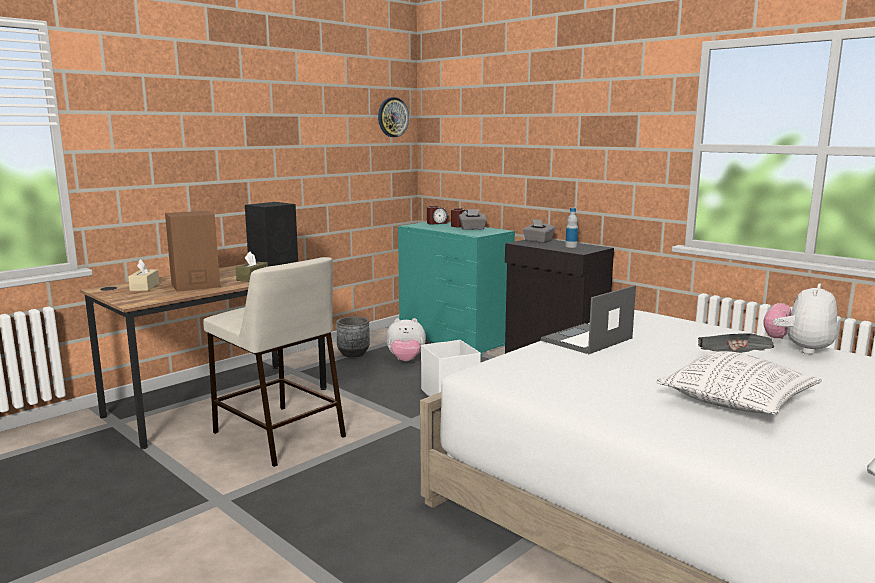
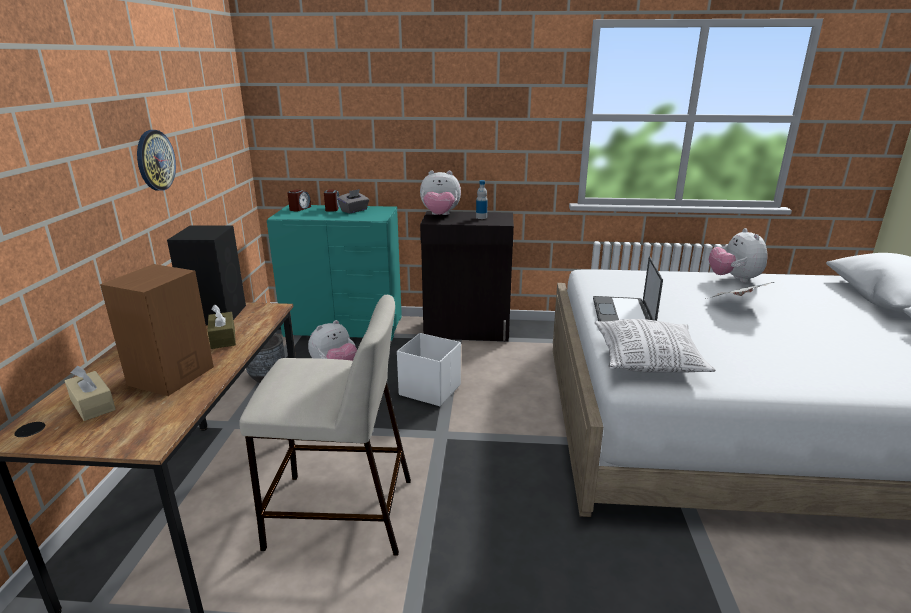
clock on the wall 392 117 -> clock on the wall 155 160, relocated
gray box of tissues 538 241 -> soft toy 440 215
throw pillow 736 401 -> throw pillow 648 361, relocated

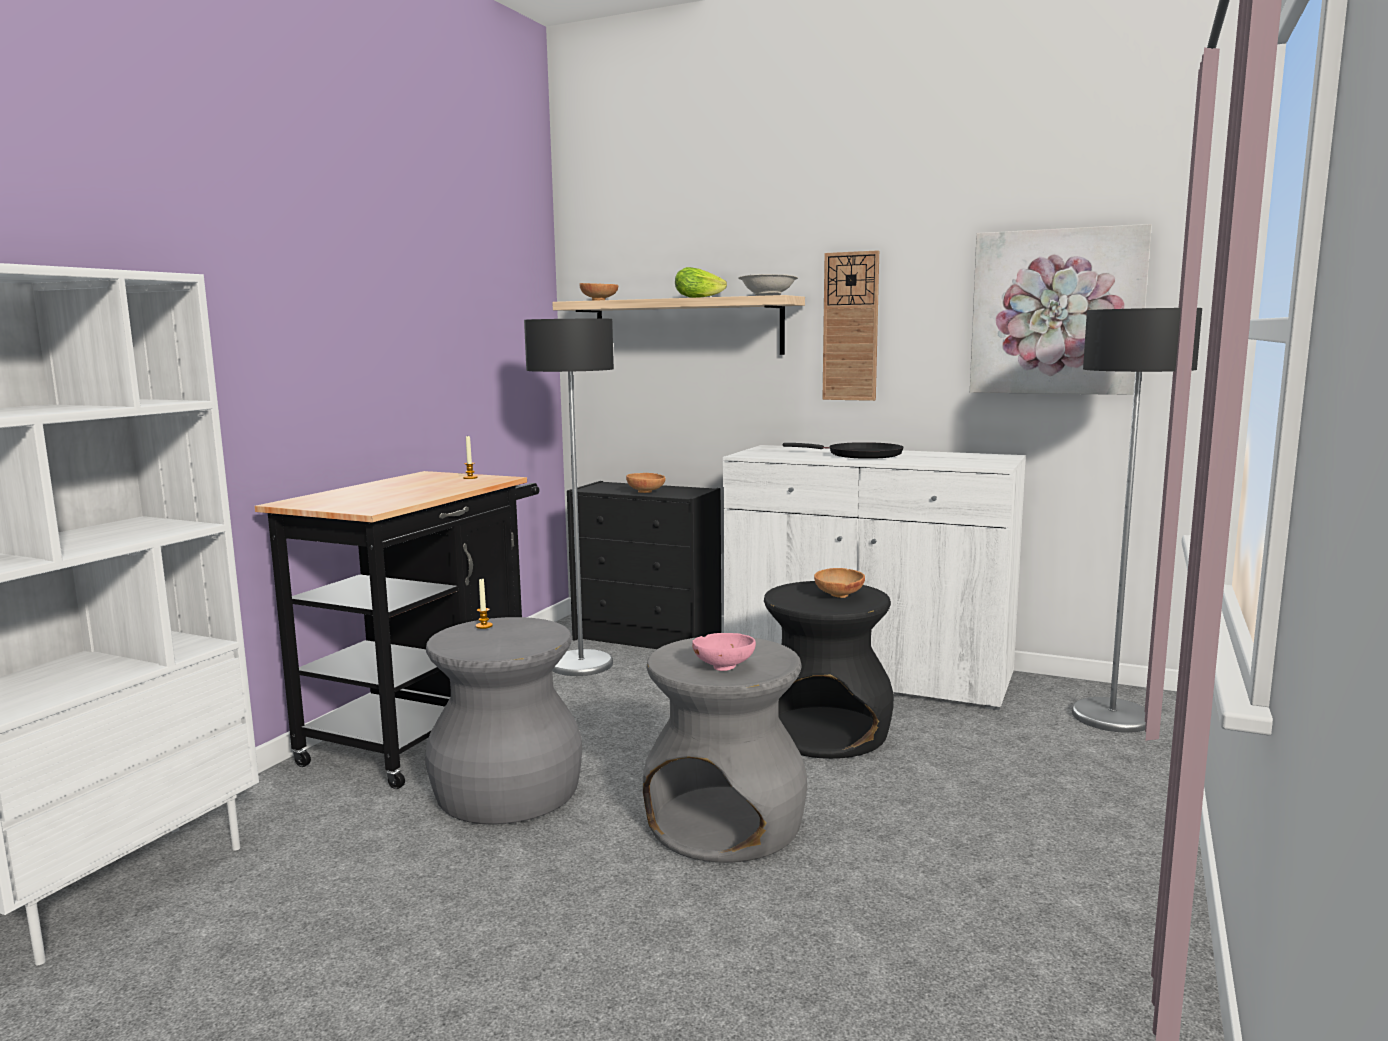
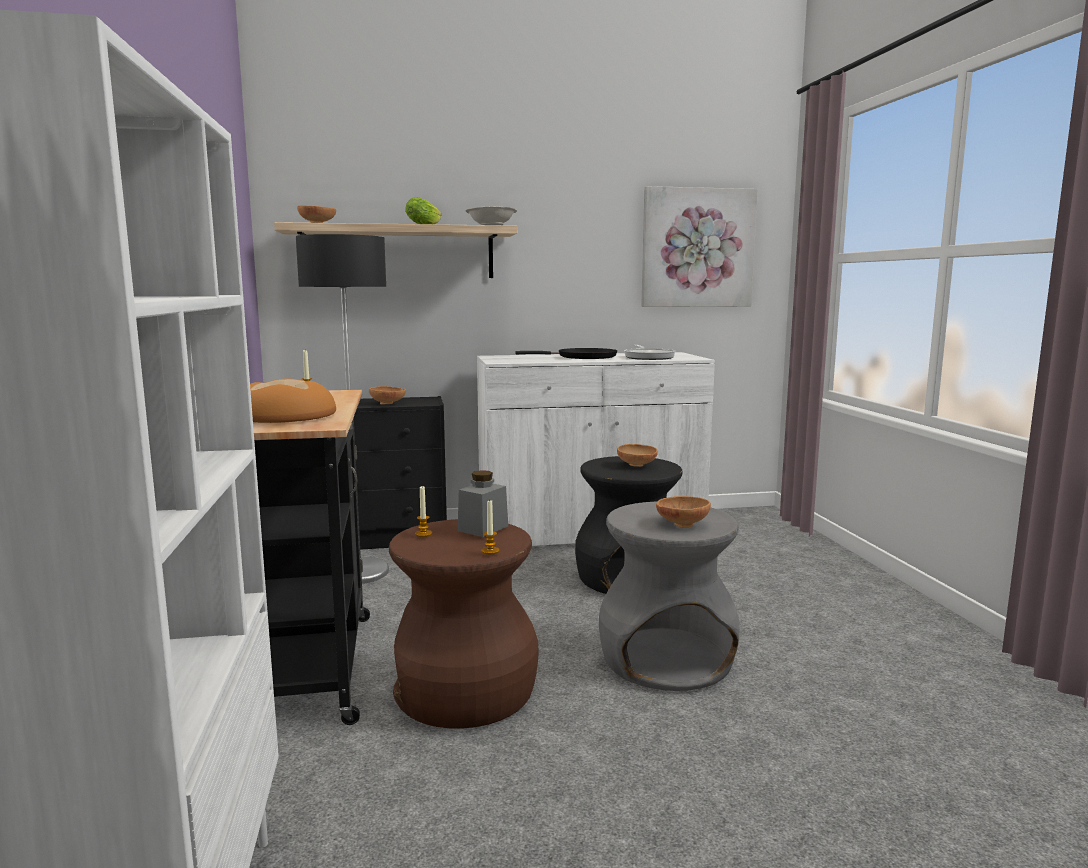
clock on the wall 850 327 -> none
standard lamp 1112 717 -> none
gray stool 508 793 -> brown stool 466 692
pink serving bowl 724 666 -> brown serving bowl 681 524
none -> pan 648 357
none -> baked bread 283 416
none -> gray jar 483 528
none -> wax light 490 551

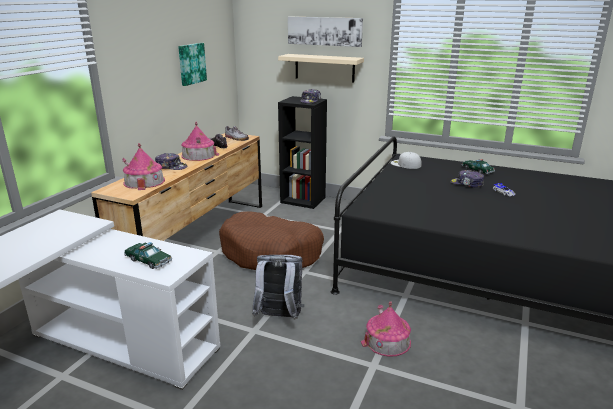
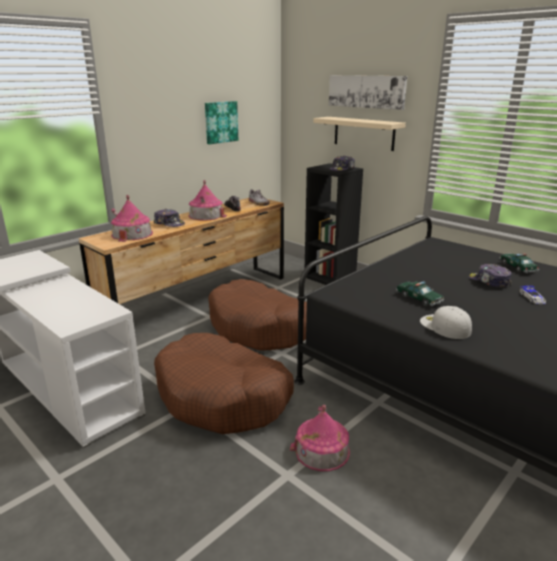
white-coloured peaked cap 405 164 -> white-coloured peaked cap 444 326, relocated
miniature car 148 261 -> miniature car 419 298, relocated
gray knapsack 279 317 -> brown dog cushion 223 396

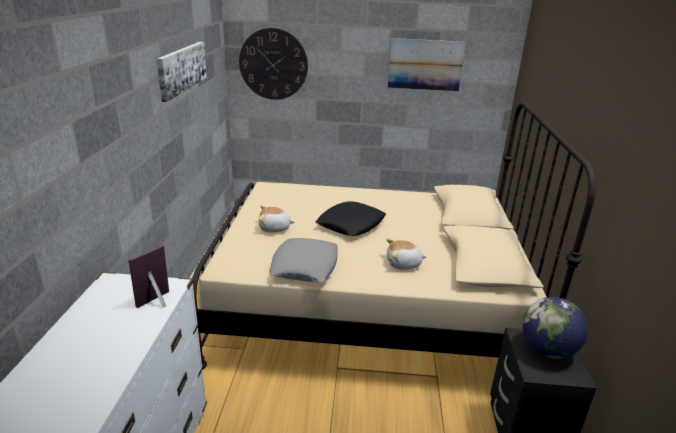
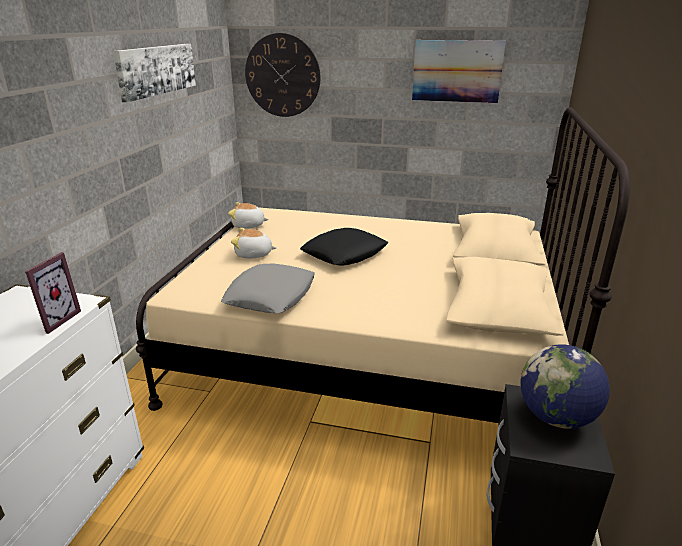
soft toy 403 264 -> soft toy 248 226, relocated
picture frame 158 303 -> picture frame 54 320, 150 degrees clockwise

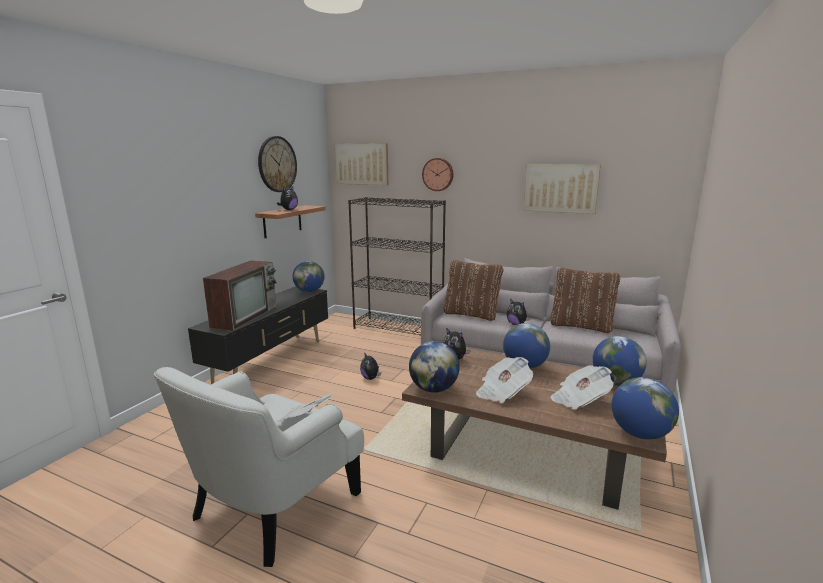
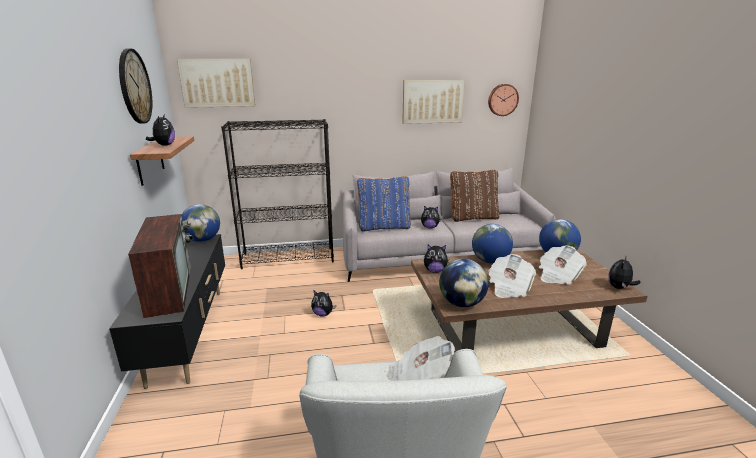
clock on the wall 438 174 -> clock on the wall 502 100, relocated
brown throw pillow 471 314 -> bluish throw pillow 384 227
world globe 640 434 -> soft toy 619 287

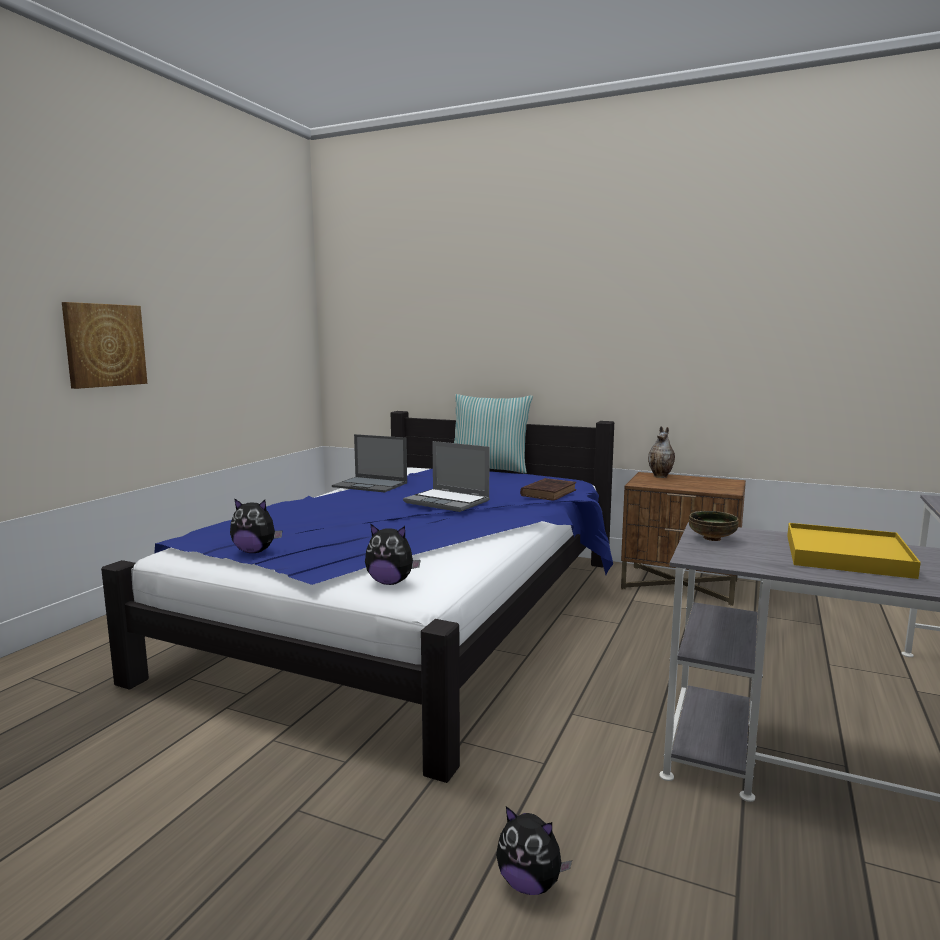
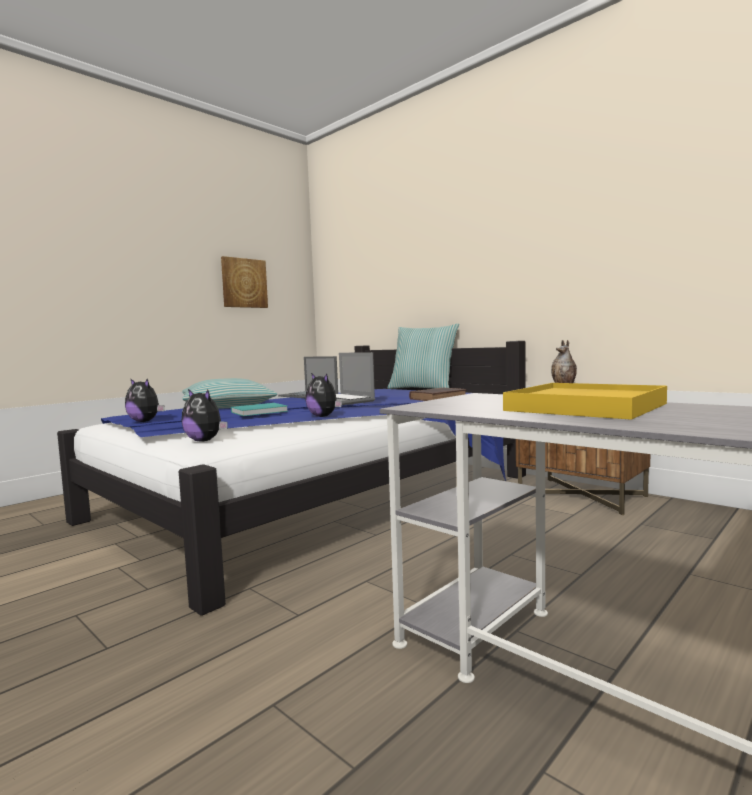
wall picture 104 345 -> wall picture 244 283, relocated
serving bowl 712 539 -> none
soft toy 530 883 -> soft toy 323 416, relocated
none -> throw pillow 227 406
none -> turquoise-coloured bound book 261 411

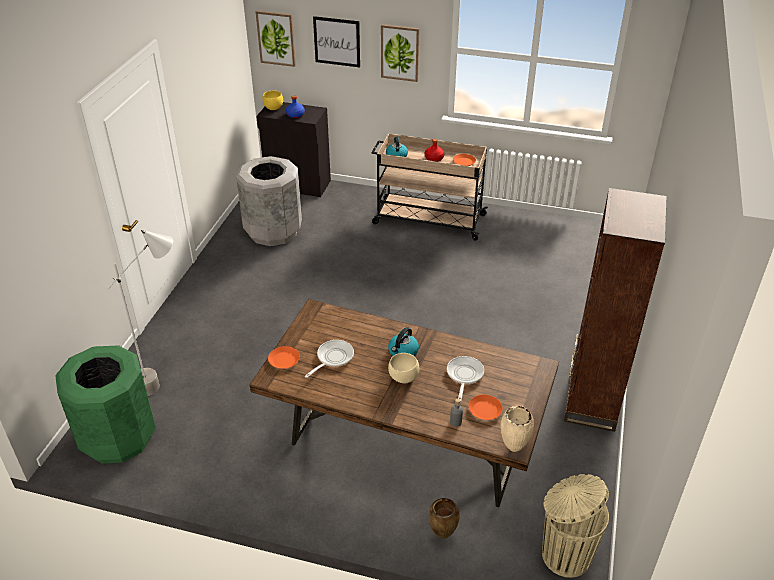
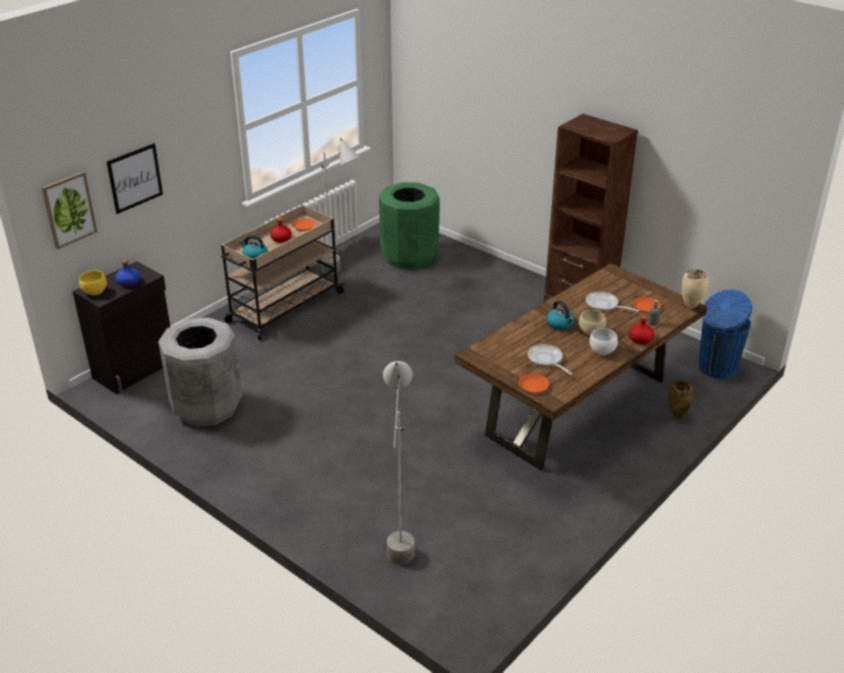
wall picture 400 52 -> none
green rubbish bin 118 438 -> green rubbish bin 409 257, relocated
beige rubbish bin 564 554 -> bluish rubbish bin 716 367
none -> gray standard lamp 342 275
none -> reddish drink bottle 640 339
none -> white-coloured serving bowl 602 352

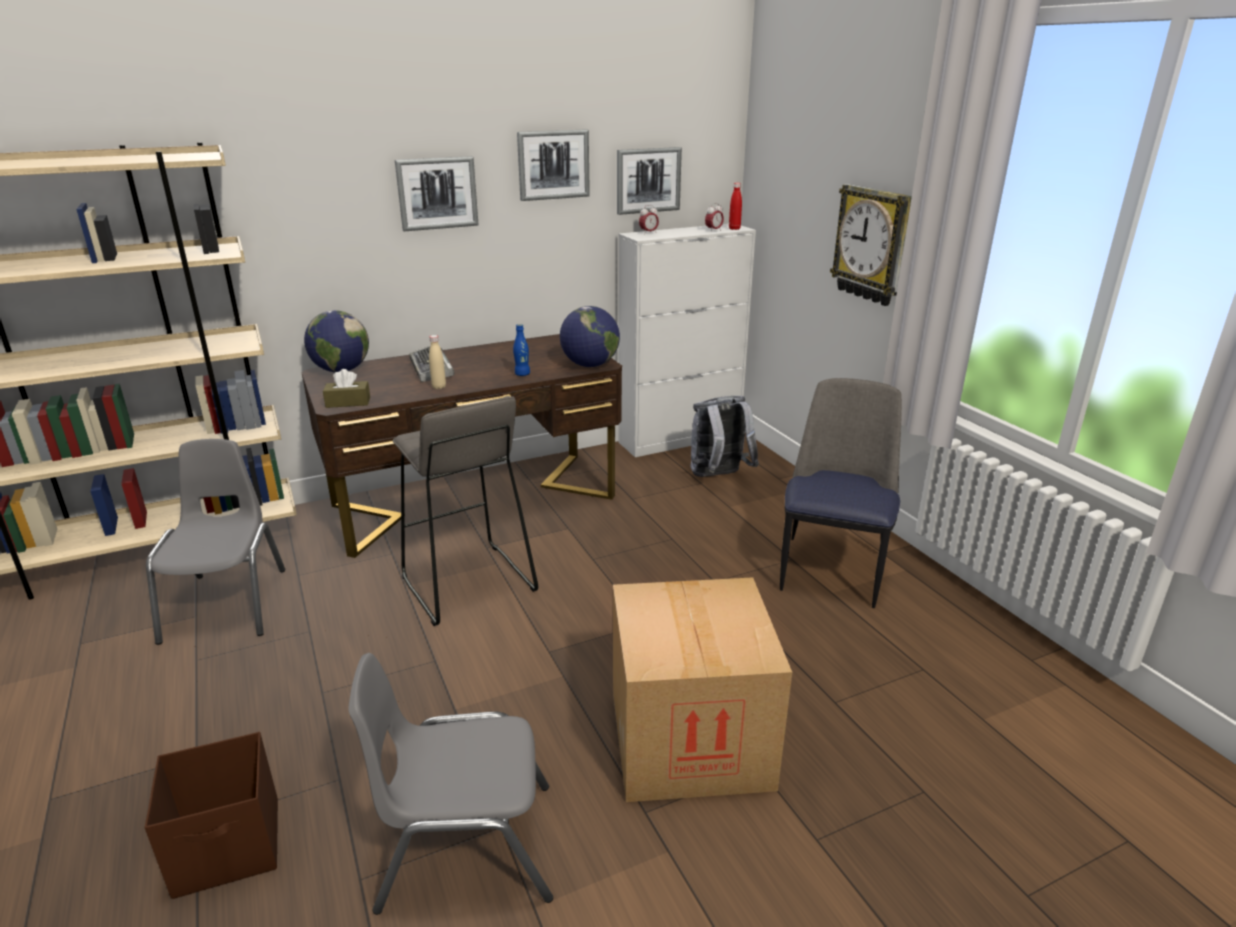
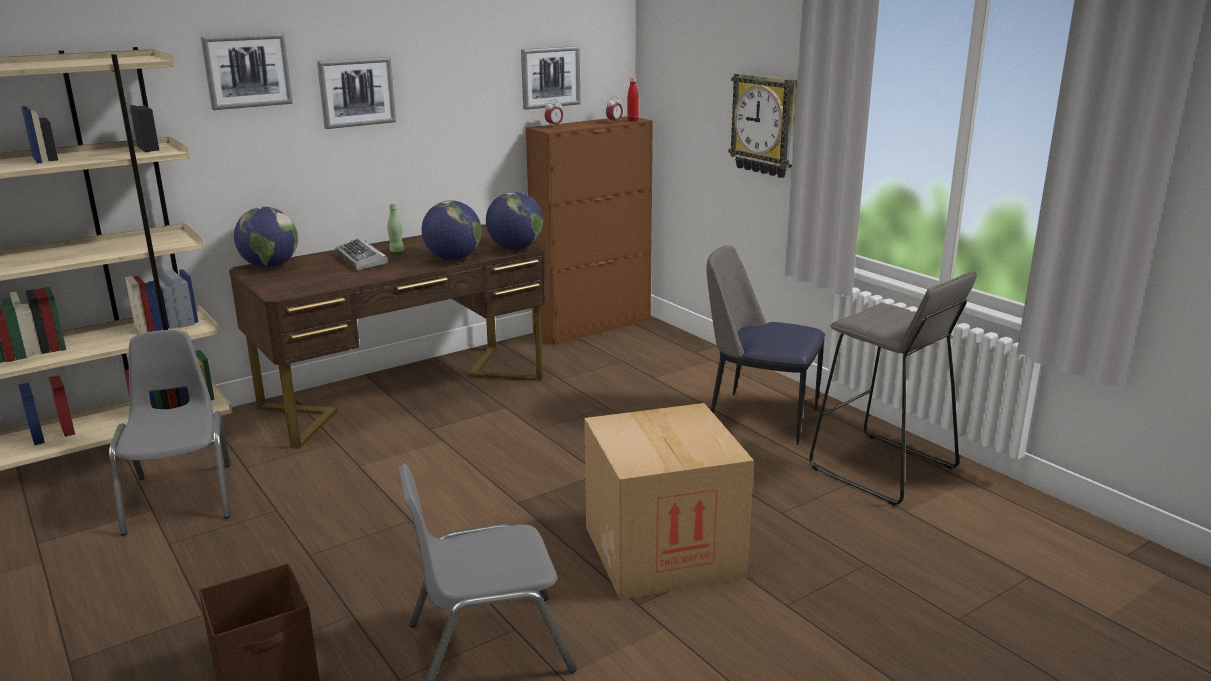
wall picture 553 164 -> wall picture 247 71, relocated
white-coloured cabinet 681 439 -> brown cabinet 593 326
bluish drink bottle 522 374 -> world globe 453 259
beige drink bottle 439 387 -> none
brown box of tissues 348 402 -> none
upright chair 832 569 -> upright chair 759 418, 75 degrees counterclockwise
gray stool 467 584 -> gray stool 882 469, relocated
gray knapsack 718 476 -> none
none -> green drink bottle 396 251

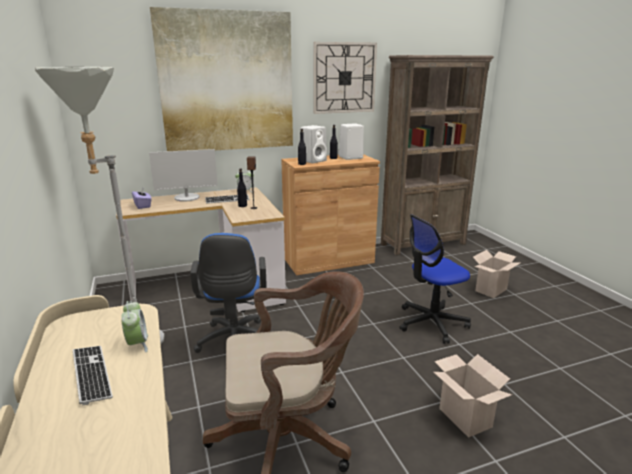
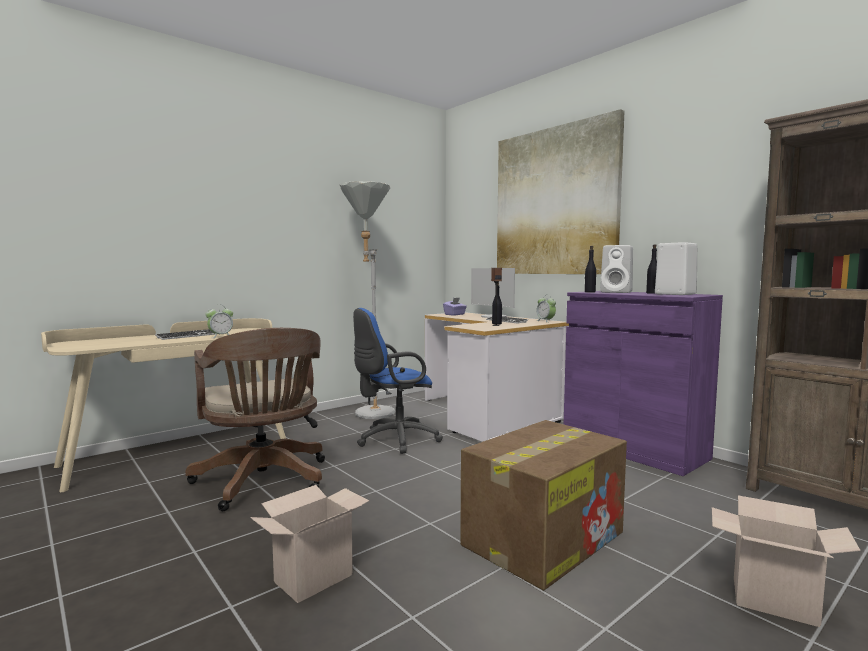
clock on the wall 344 78 -> none
brown cabinet 329 260 -> purple cabinet 633 449
office chair 431 323 -> carton 544 537

